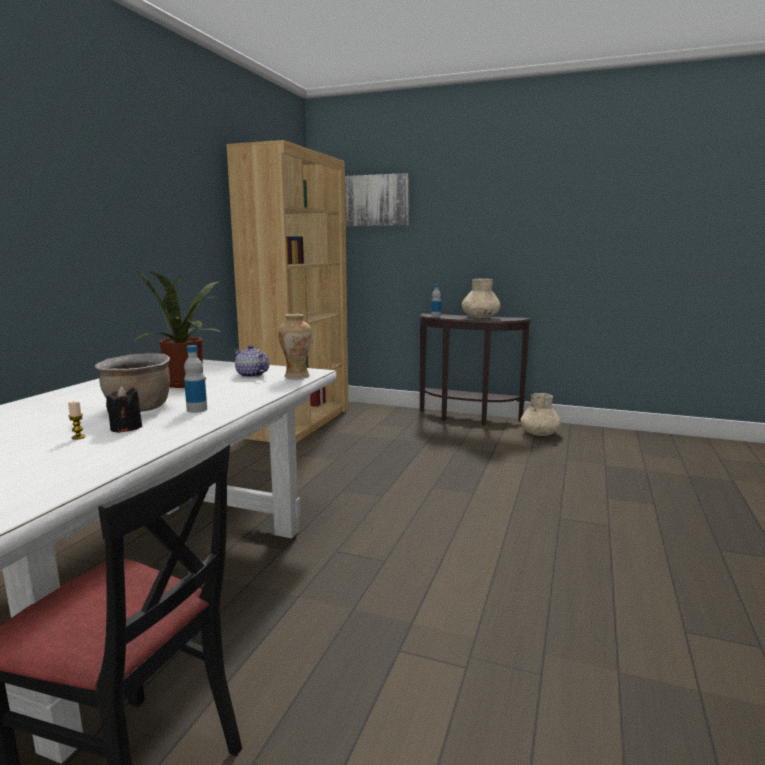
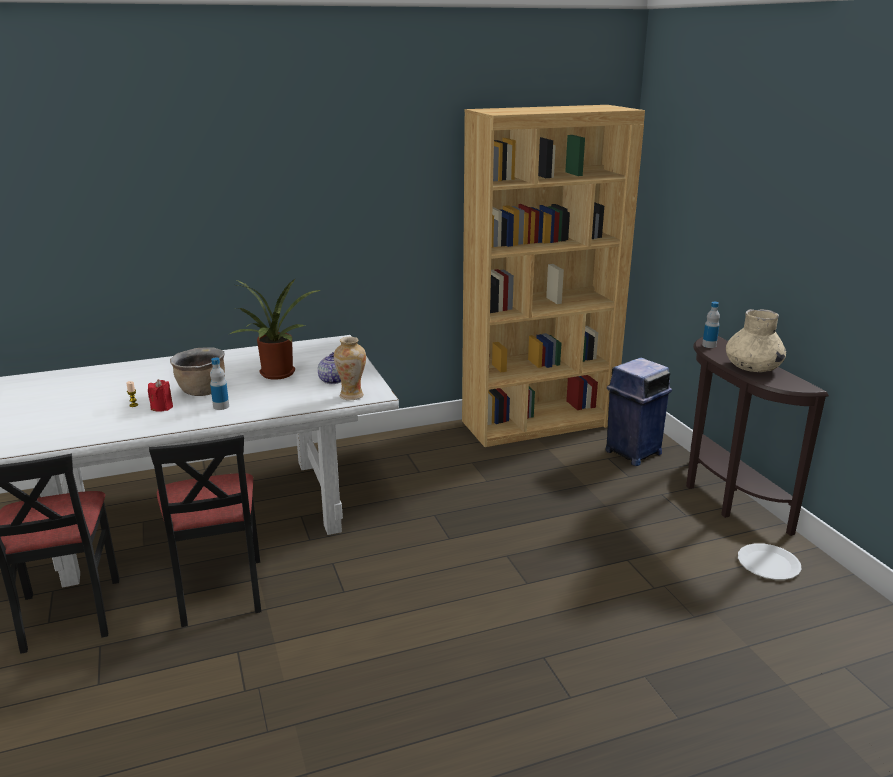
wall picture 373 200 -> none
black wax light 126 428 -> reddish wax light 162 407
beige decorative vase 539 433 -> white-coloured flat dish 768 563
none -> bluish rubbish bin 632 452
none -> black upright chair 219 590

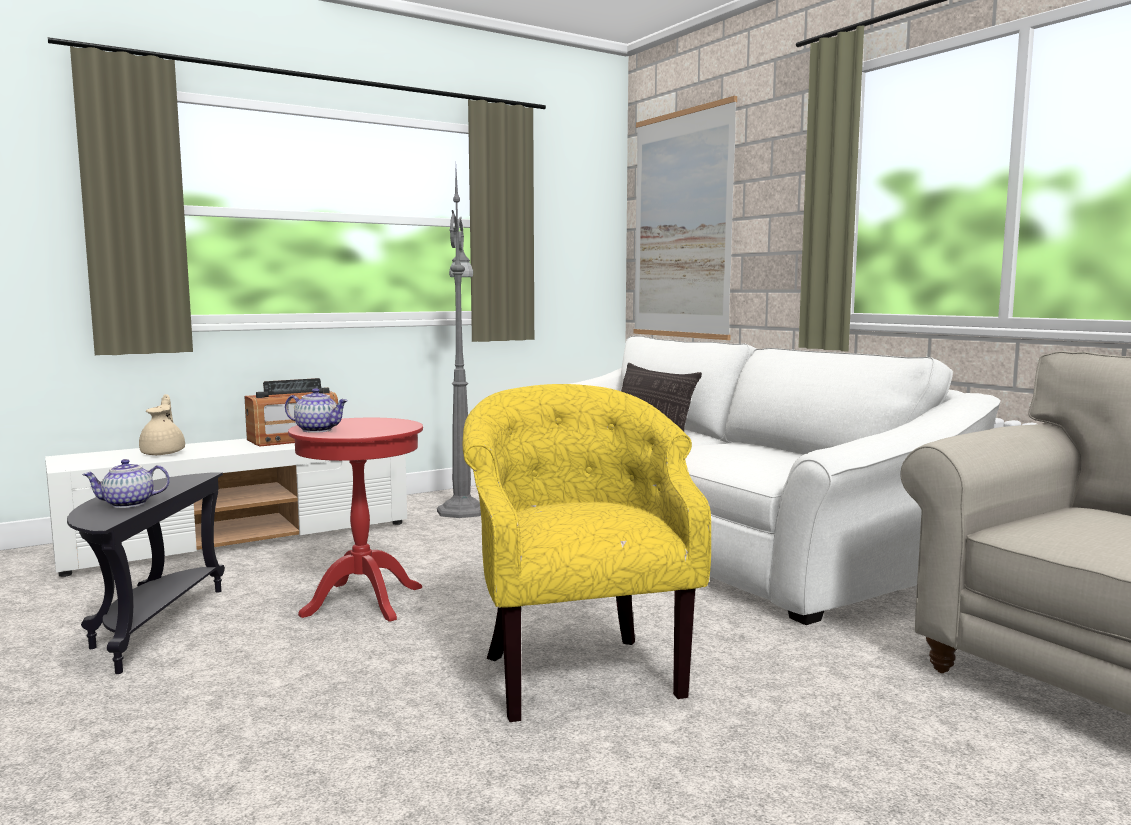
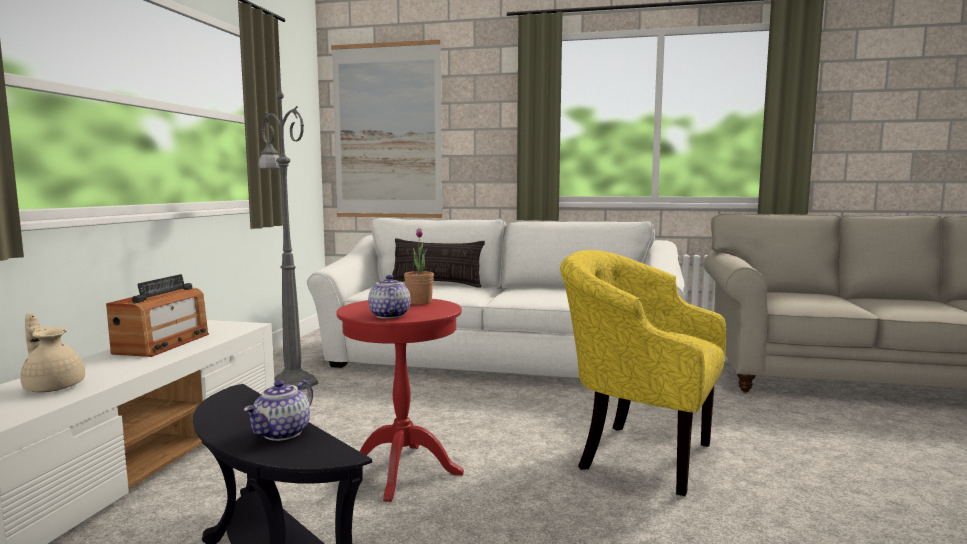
teapot 318 430 -> teapot 388 315, 75 degrees counterclockwise
none -> houseplant 419 302

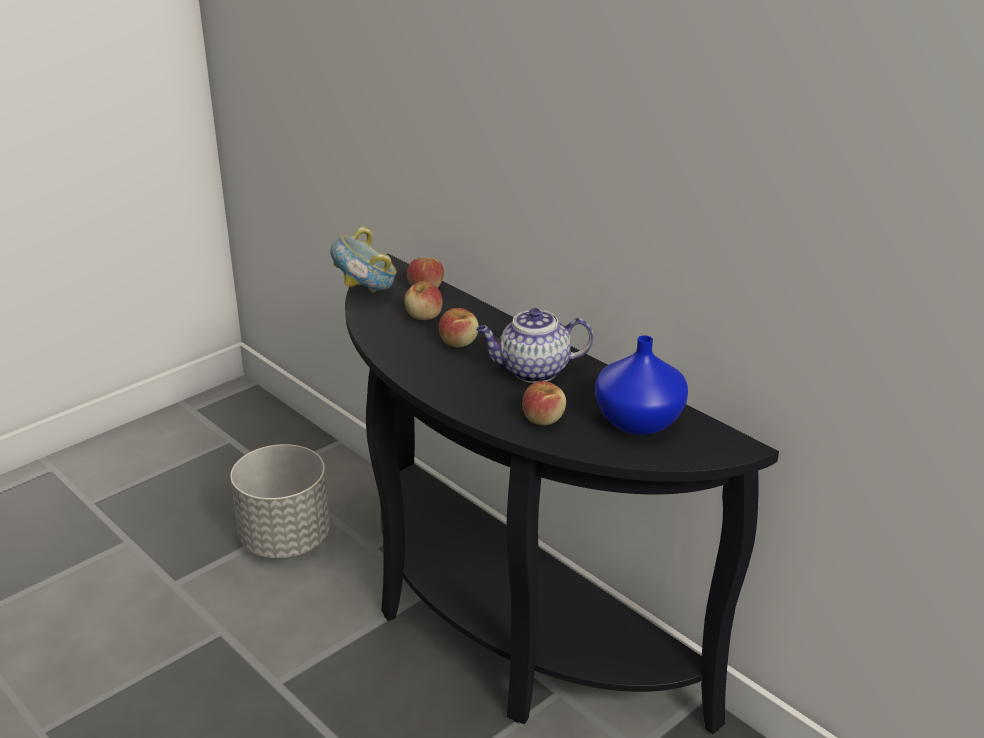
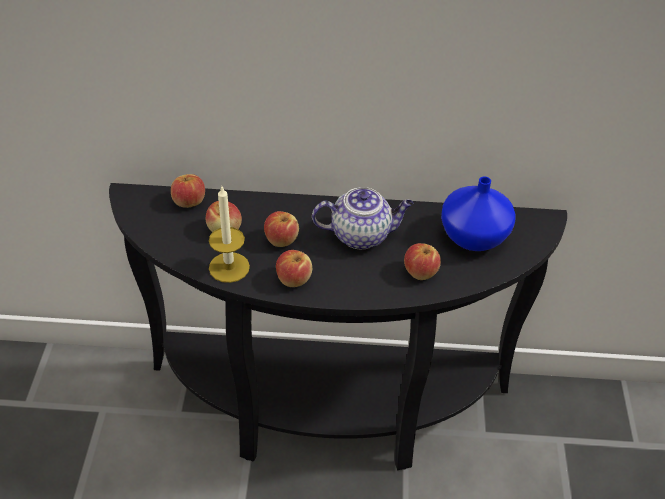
serving bowl 366 293 -> none
teapot 532 371 -> teapot 362 235, 135 degrees counterclockwise
gray flower pot 286 539 -> none
none -> wax light 229 267
none -> apple 294 279

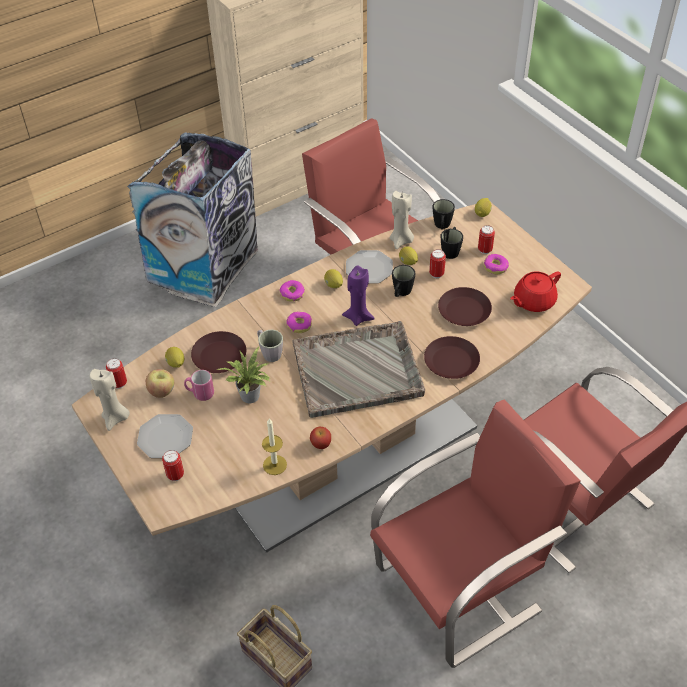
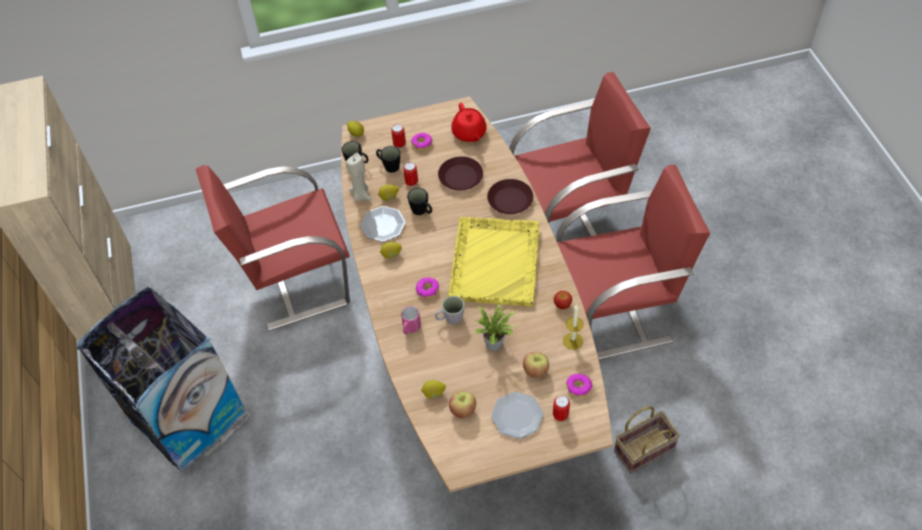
purple wax light 358 317 -> none
ring doughnut 292 294 -> ring doughnut 578 387, relocated
gray serving tray 358 370 -> yellow serving tray 495 261
brown flat dish 220 356 -> none
sealed can 119 383 -> none
beige wax light 115 418 -> none
pink coffee mug 200 393 -> pink coffee mug 410 328, relocated
reddish upright chair 460 587 -> reddish upright chair 616 310, 90 degrees clockwise
none -> apple 535 370

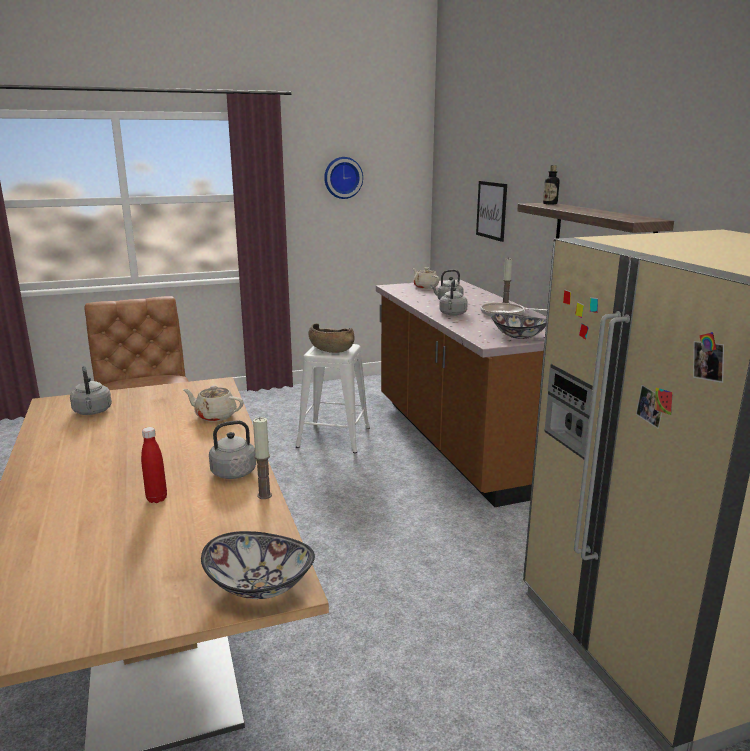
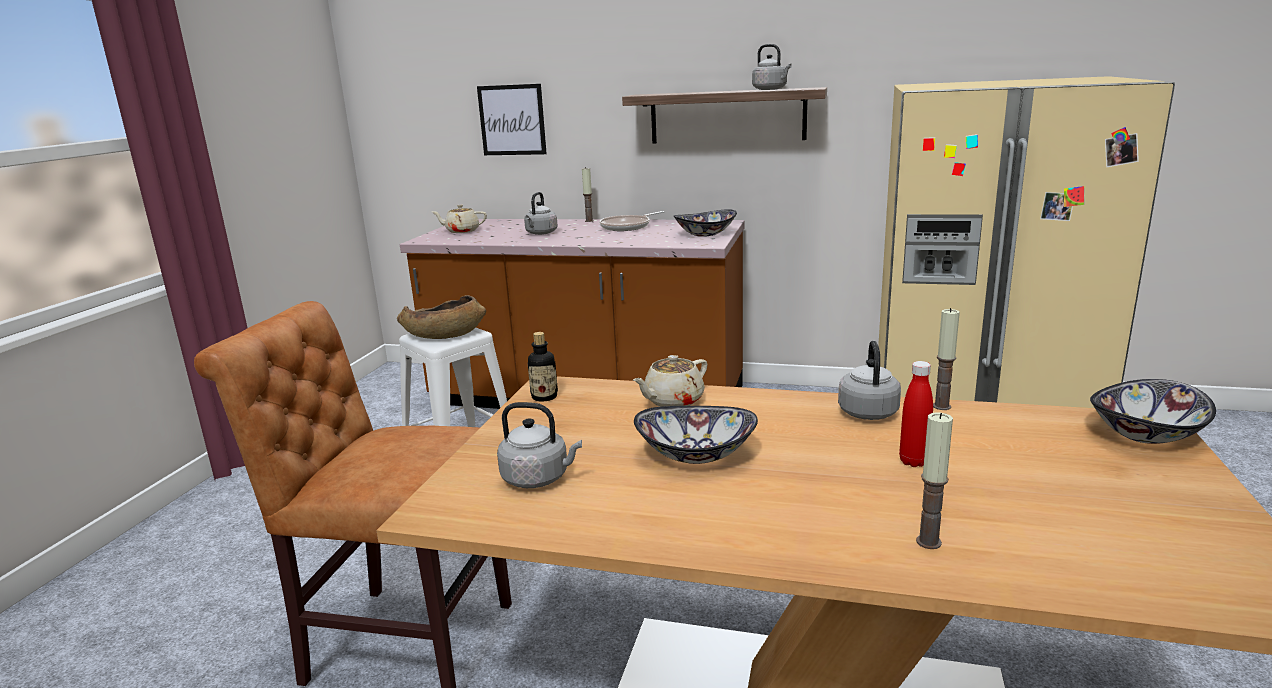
clock on the wall 342 177 -> none
drink bottle 550 204 -> drink bottle 544 397, relocated
gray tea kettle 452 314 -> gray tea kettle 771 89, relocated
none -> serving bowl 695 455
none -> wax light 928 542

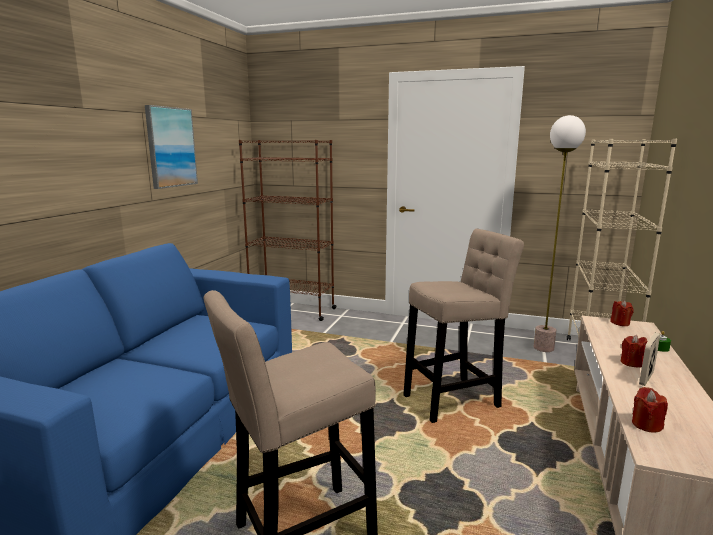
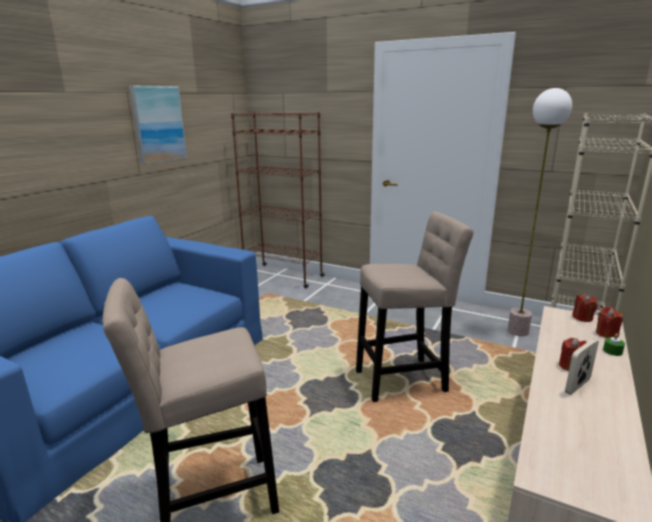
reddish wax light 646 425 -> reddish wax light 606 333, relocated

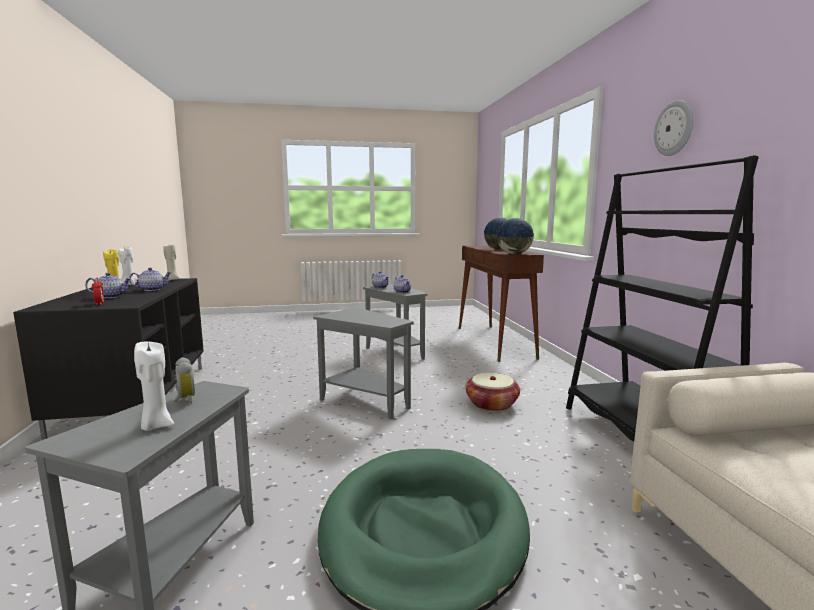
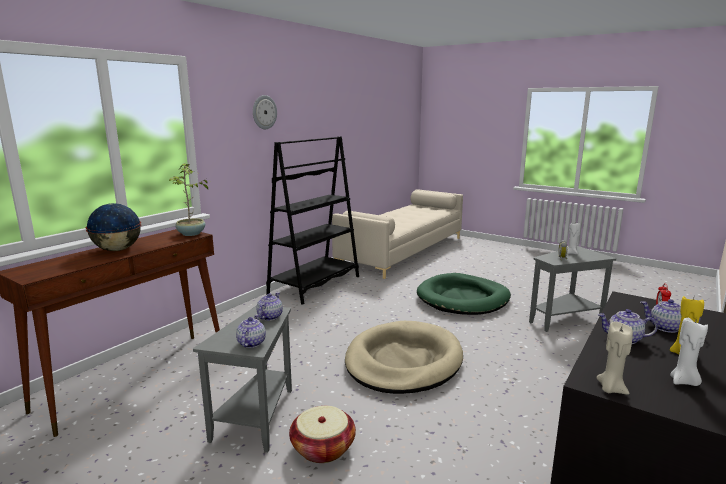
world globe 514 254 -> houseplant 191 234
gray accent table 364 401 -> beige dog cushion 403 361
basket 491 404 -> basket 323 448, relocated

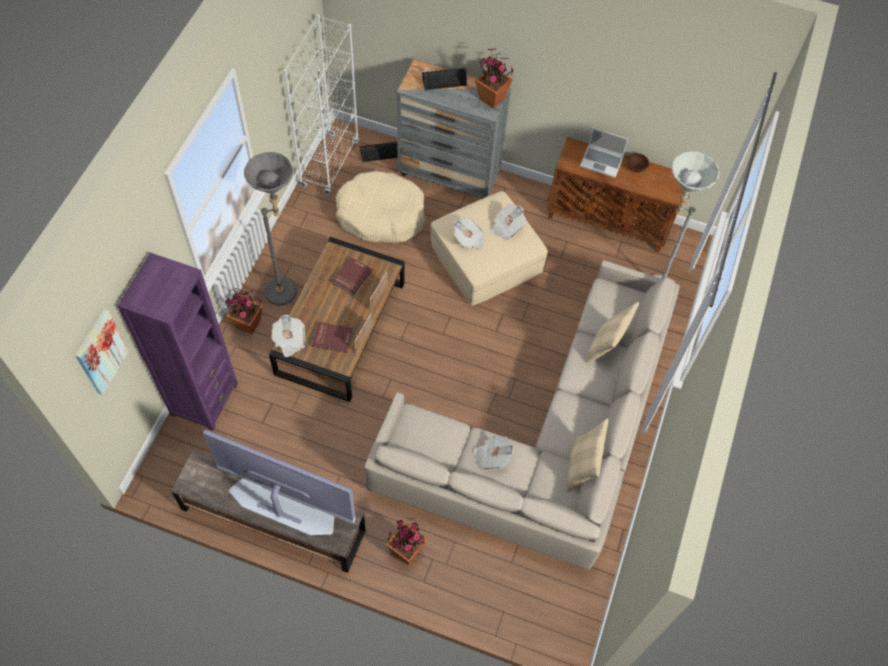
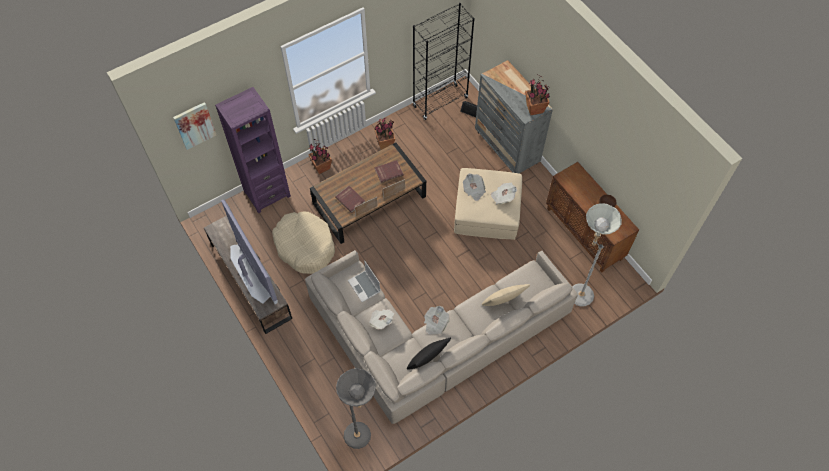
white-coloured bookcase 329 164 -> black bookcase 440 102
black loudspeaker 444 80 -> none
notebook computer 602 162 -> notebook computer 364 286, relocated
gray standard lamp 288 289 -> gray standard lamp 363 437, relocated
beige dog cushion 381 215 -> beige dog cushion 305 246, relocated
printed paper 289 341 -> printed paper 435 324, relocated
beige throw pillow 581 466 -> black throw pillow 427 360
houseplant 406 550 -> houseplant 385 144, relocated

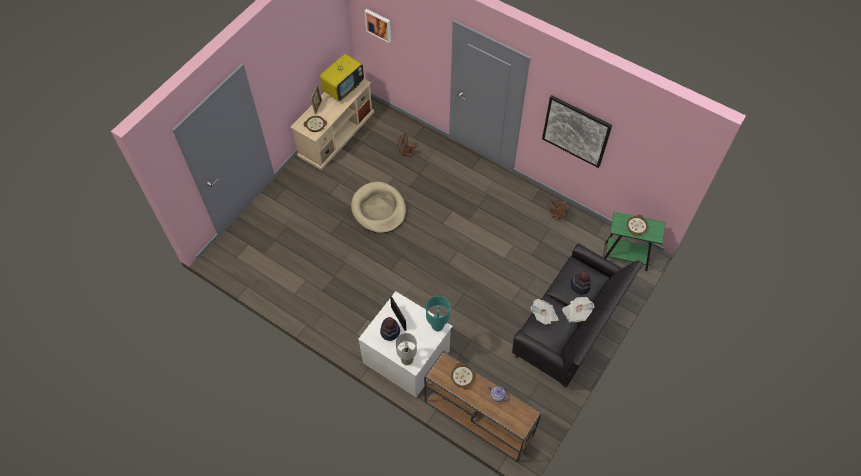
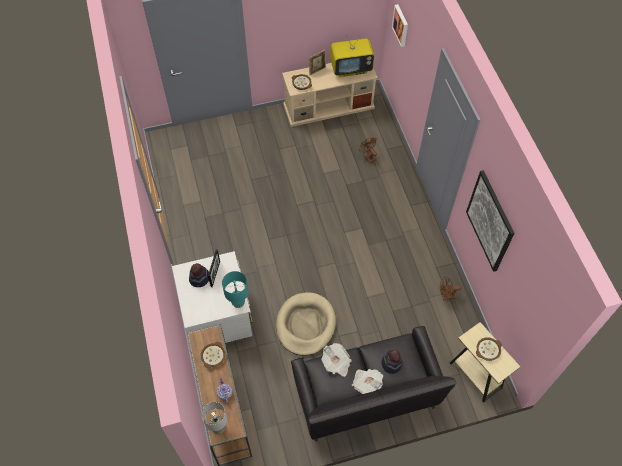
beige dog cushion 379 209 -> beige dog cushion 305 325, relocated
green accent table 625 257 -> beige accent table 475 375
gray table lamp 407 360 -> gray table lamp 218 427, relocated

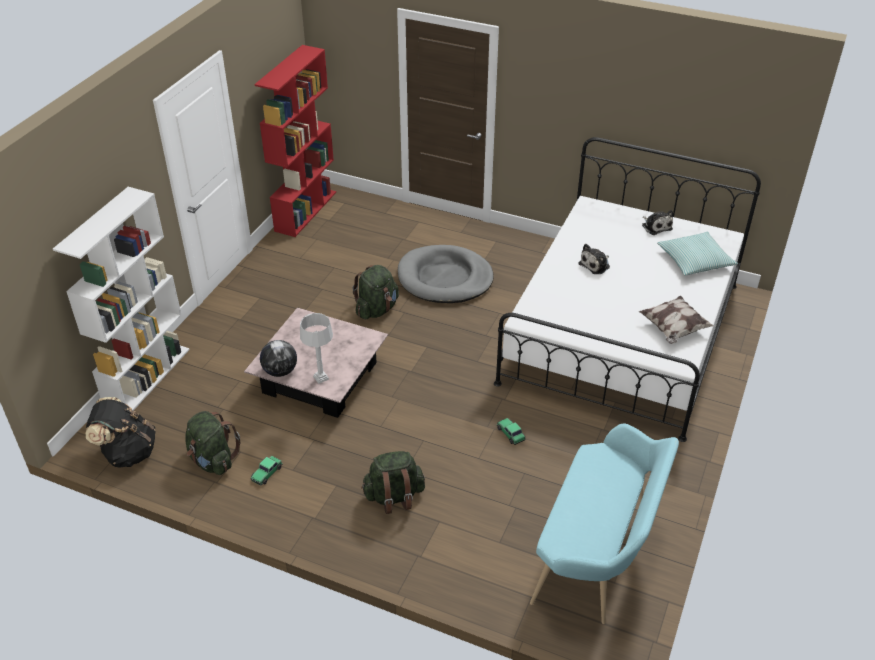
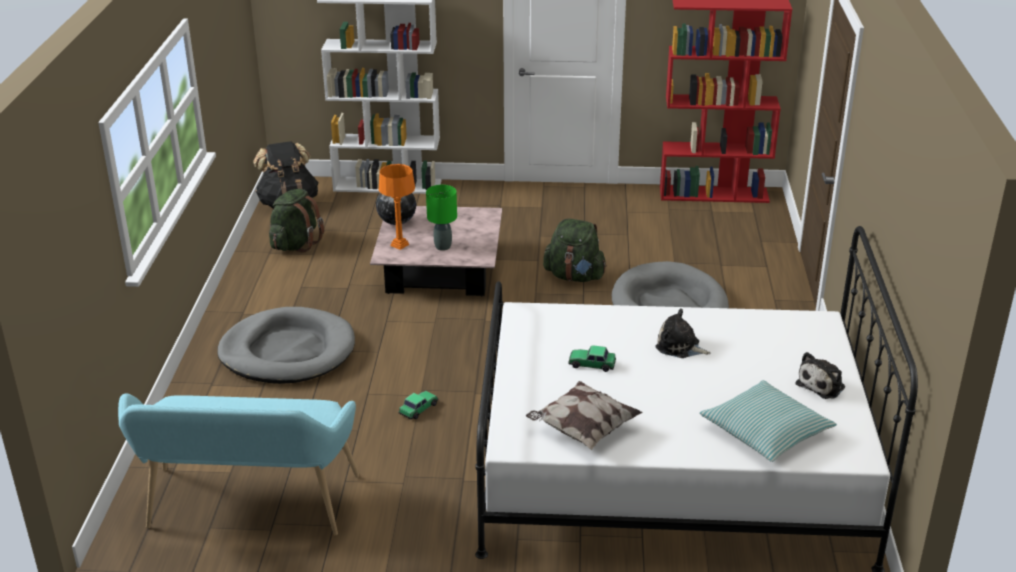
gray table lamp 321 378 -> orangey table lamp 400 245
green knapsack 394 496 -> gray dog cushion 287 351
miniature car 266 473 -> miniature car 591 364, relocated
none -> green table lamp 443 247

